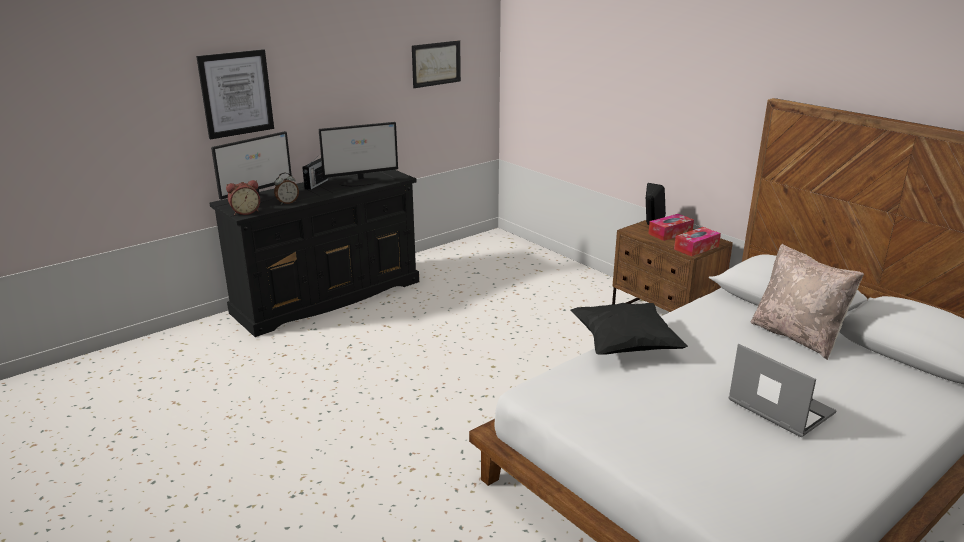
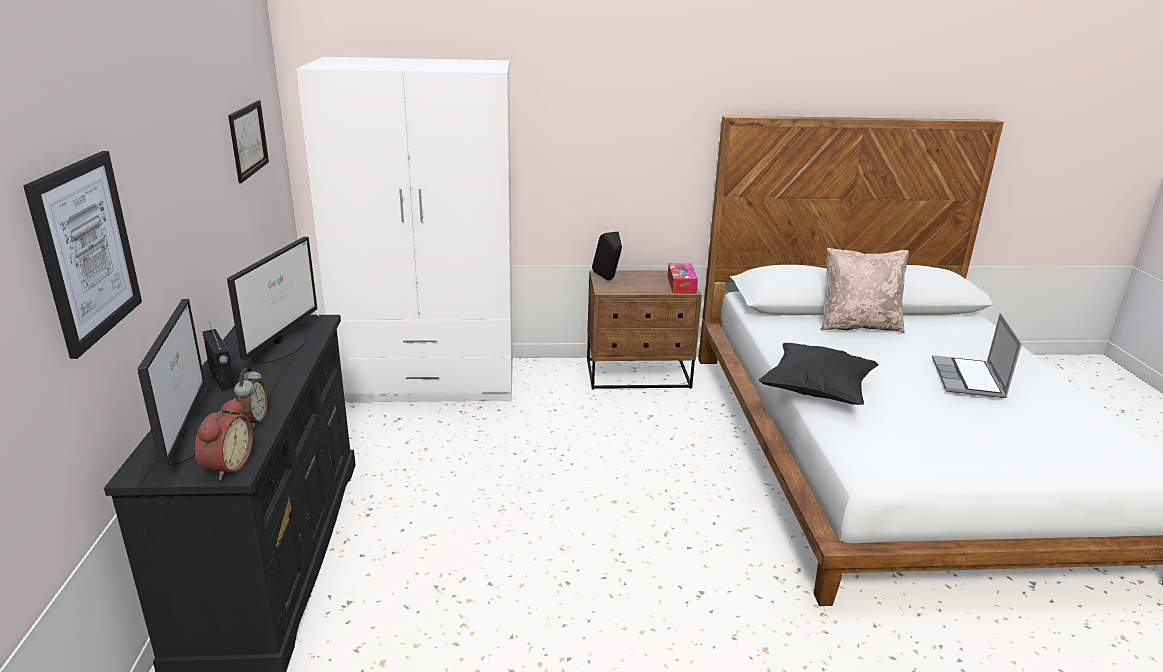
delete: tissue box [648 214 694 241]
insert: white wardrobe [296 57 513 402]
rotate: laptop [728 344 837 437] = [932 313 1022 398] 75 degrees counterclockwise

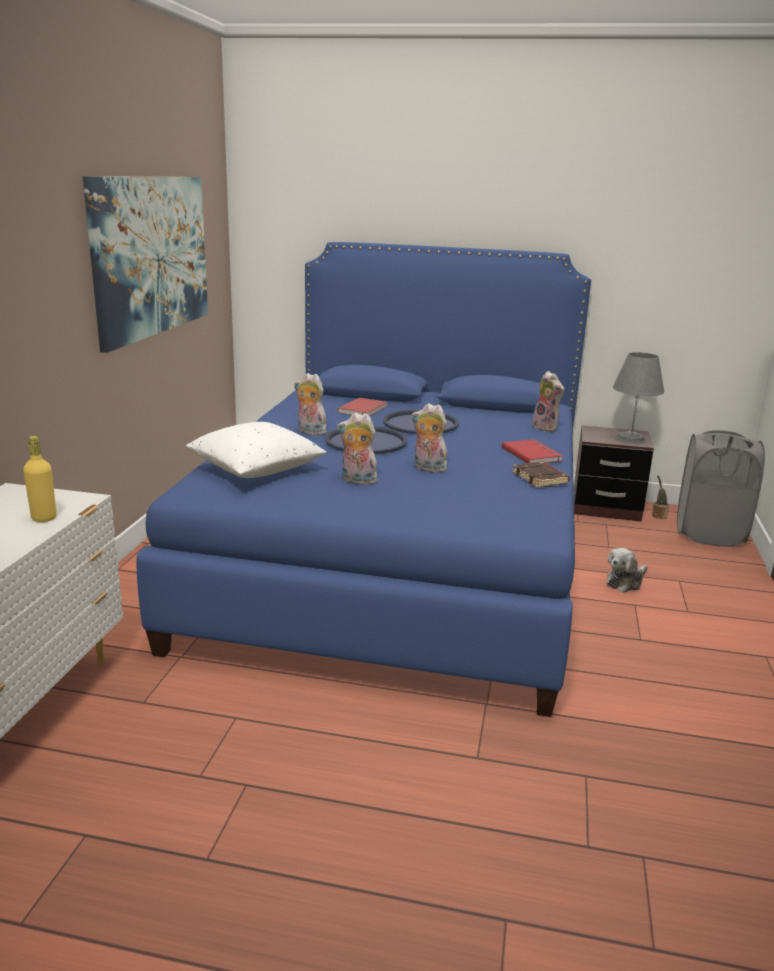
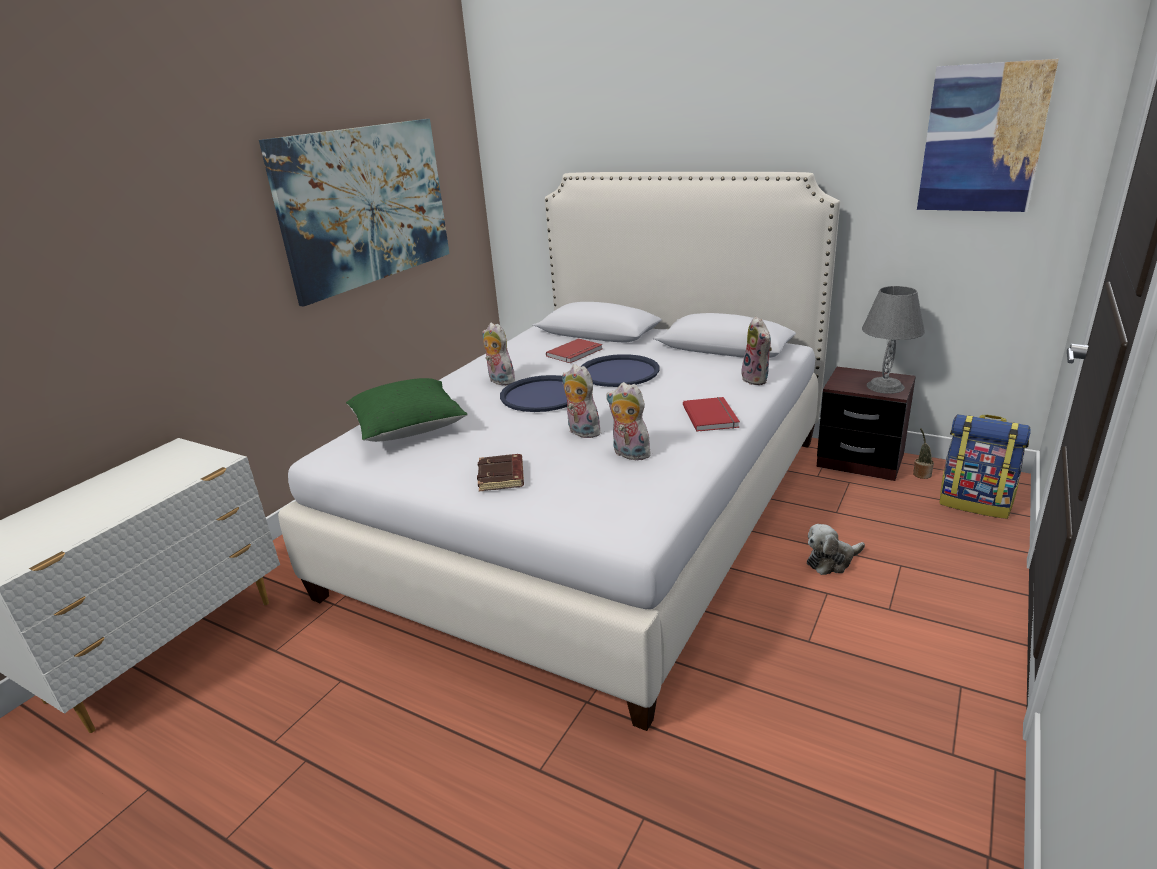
delete: yellow bottle [23 436 57 522]
insert: picture [917 59 1059 212]
move: plush toy [337 413 377 485] to [606 382 651 460]; brown book [512 461 570 488] to [477 454 524 491]
replace: grey laundry basket [677 430 765 547] to backpack [939 414 1031 519]
recolor: blue bed [137 242 591 717] to white bed [278 172 840 731]; white pillow [186 422 326 478] to green pillow [346 378 468 442]

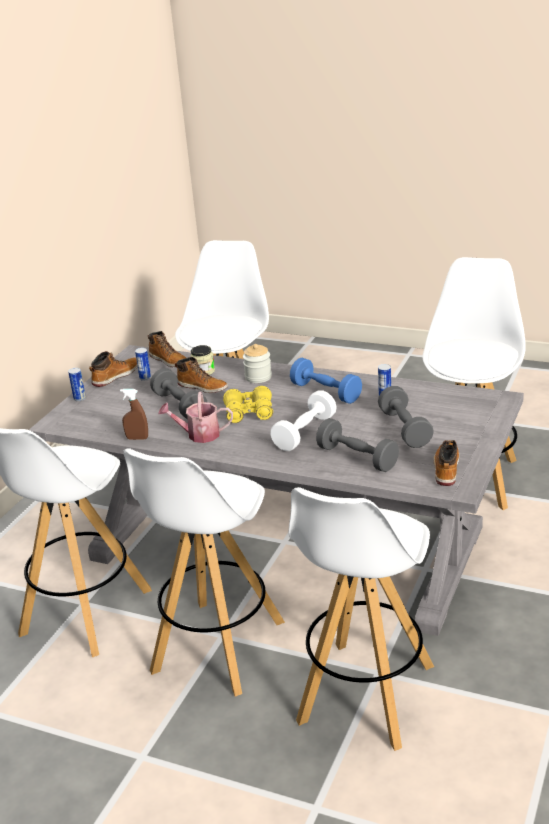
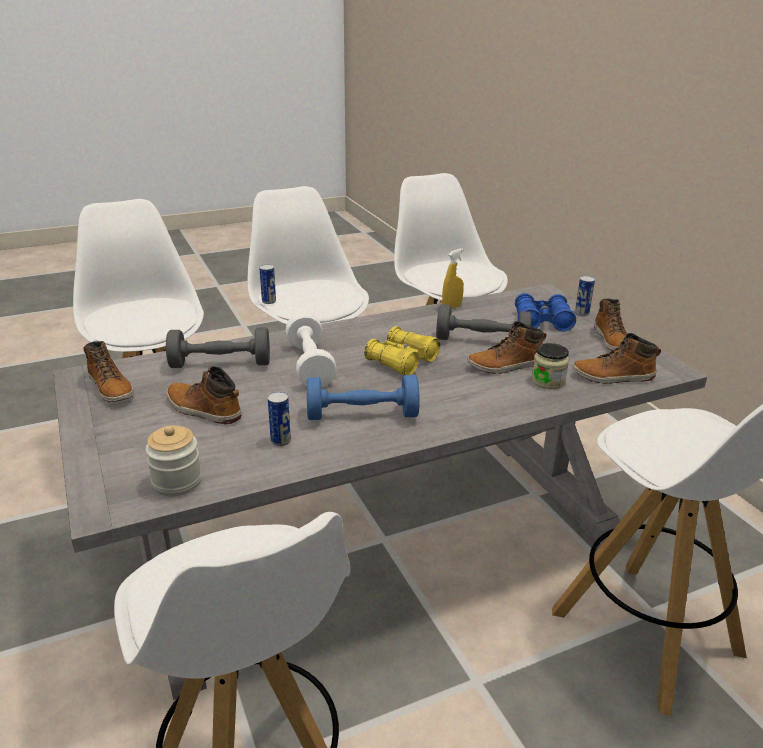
delete: watering can [158 392 233 443]
insert: blue binoculars [515 293 576 331]
move: can [135 348 151 381] to [259 264 276 304]; jar [243 344 272 383] to [145 425 202 496]
replace: grey dumbbell [378 386 434 448] to boot [167 366 242 424]
recolor: brown spray bottle [120 389 148 440] to yellow spray bottle [442 248 464 309]

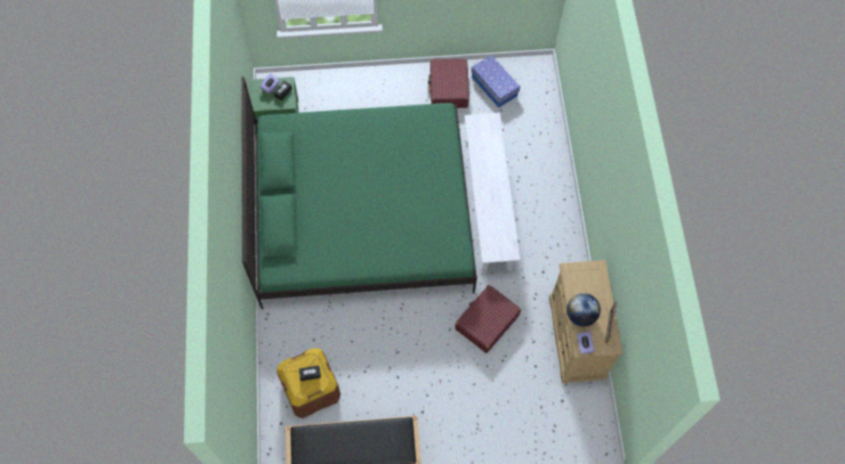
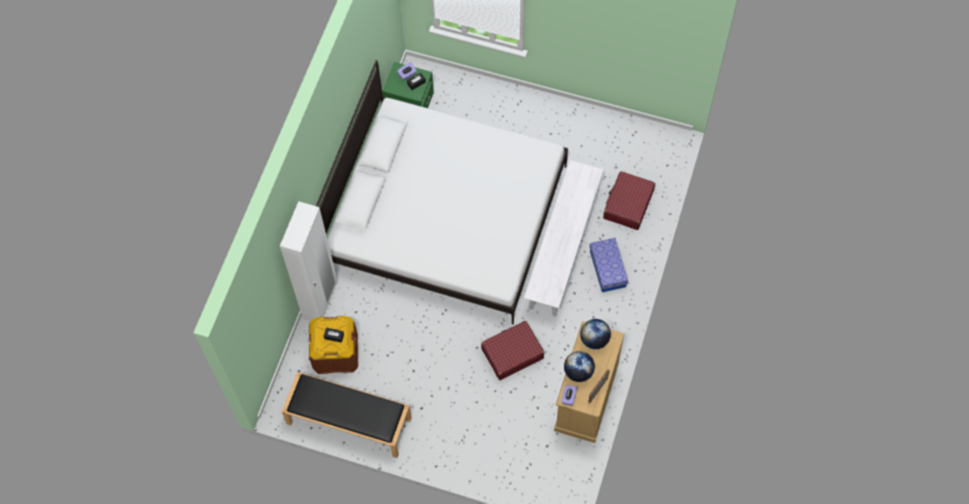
insert: white wardrobe [280 201 338 321]; globe [580 319 611 349]
move: red suitcase [428 59 469 108] to [603 171 655 230]; storage box [471 55 520 108] to [590 238 628 292]
recolor: green bed [242 76 477 309] to white bed [316 60 568 324]

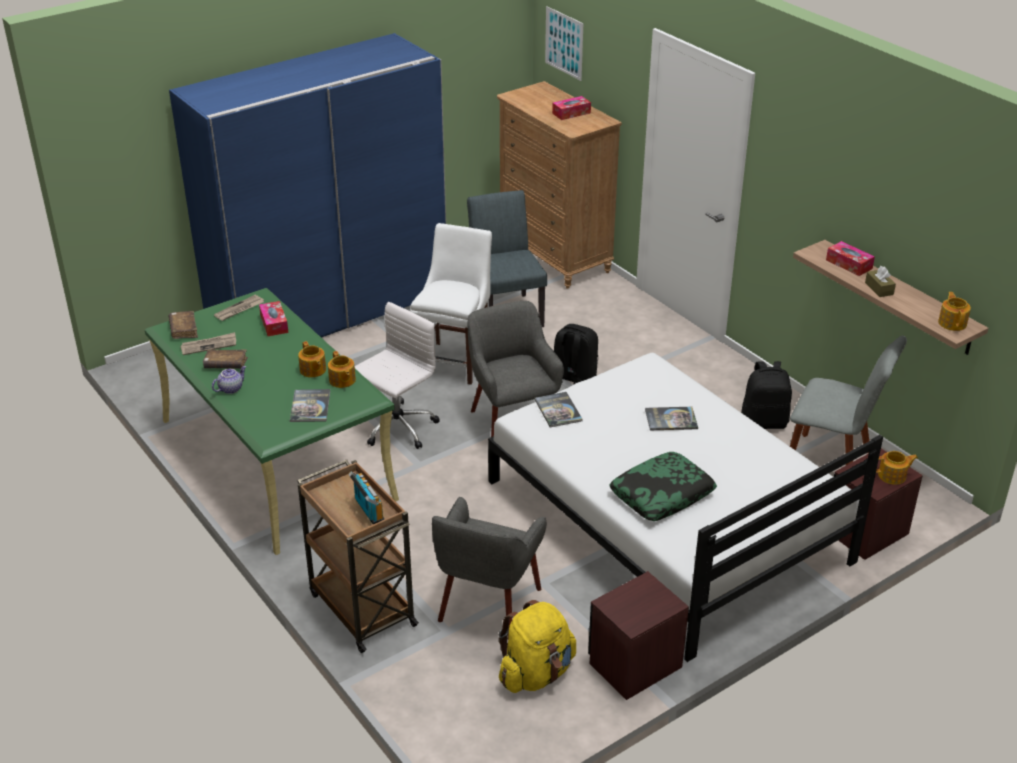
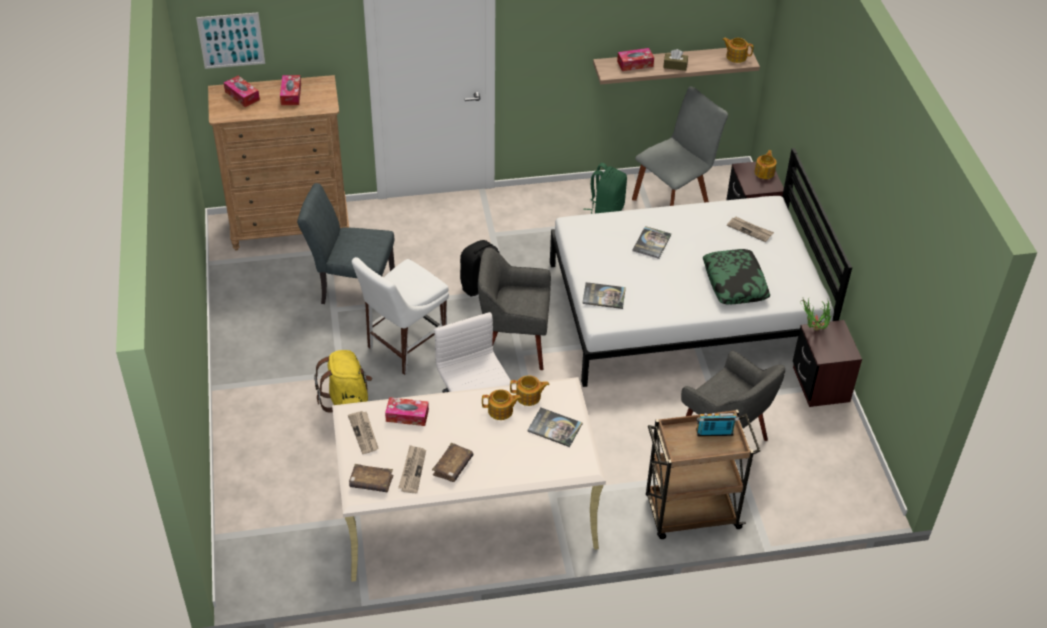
delete: blue wardrobe [169 33 446 338]; teapot [212 366 246 394]
insert: tissue box [224 76 260 107]; newspaper [727 217 774 242]; potted plant [800 299 832 331]
move: yellow backpack [499 600 576 693] to [314 350 372 412]
recolor: green desk [145 288 399 555] to beige desk [332 377 606 582]; black backpack [741 361 792 429] to green backpack [583 163 627 214]
rotate: white chair [410 223 492 385] = [352 257 449 375] 90 degrees counterclockwise

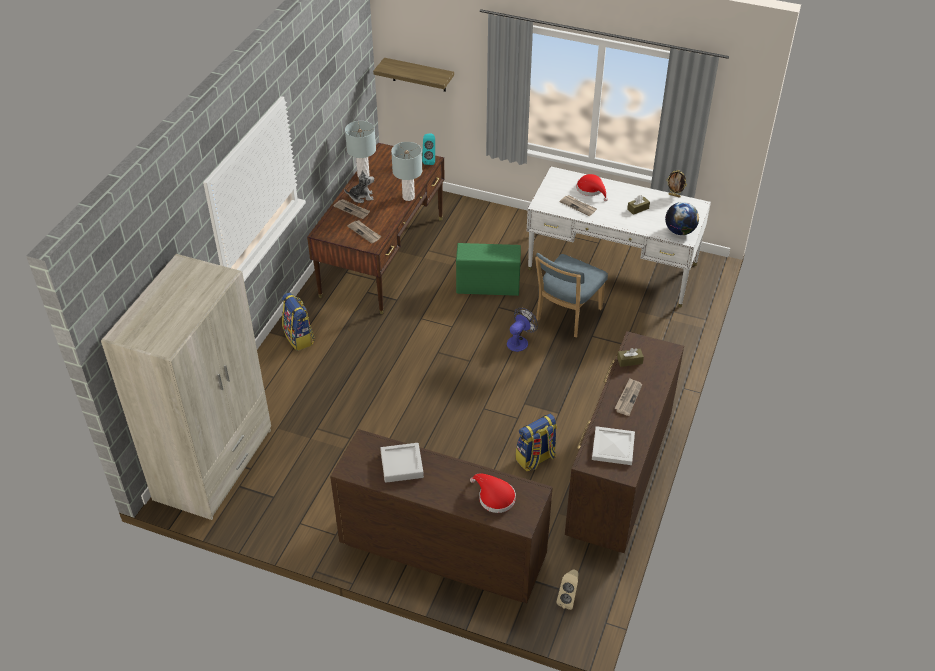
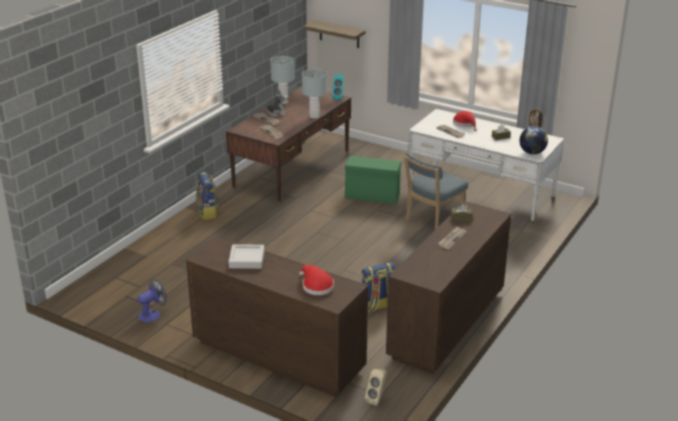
delete: beige wardrobe [101 254 271 520]; white tray [592 426 635 465]
move: fan [507 308 538 352] to [137 279 167 322]

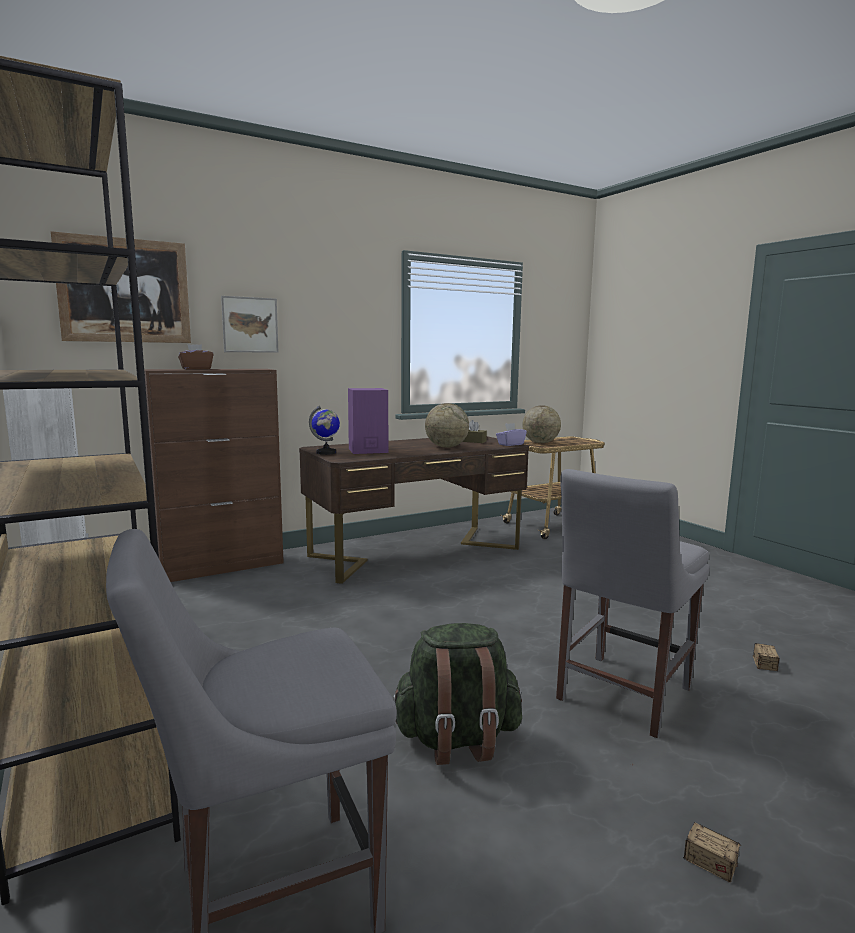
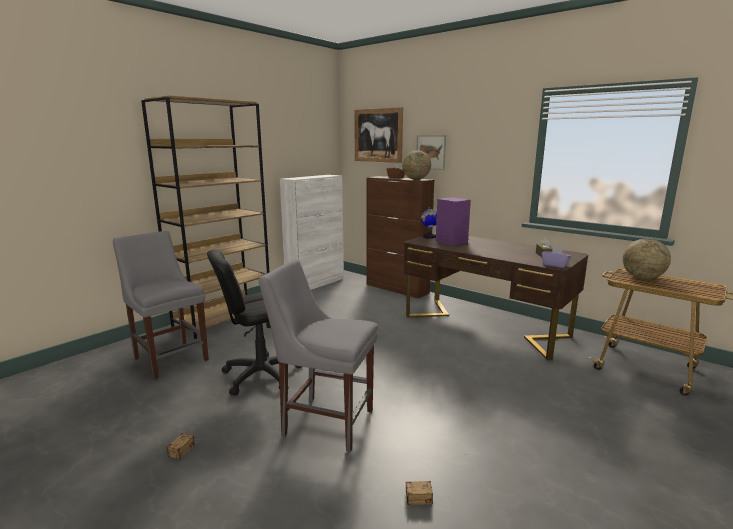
move: globe [425 403 469 448] to [402 150 431 180]
replace: green backpack [393 623 522 765] to black office chair [207 250 301 395]

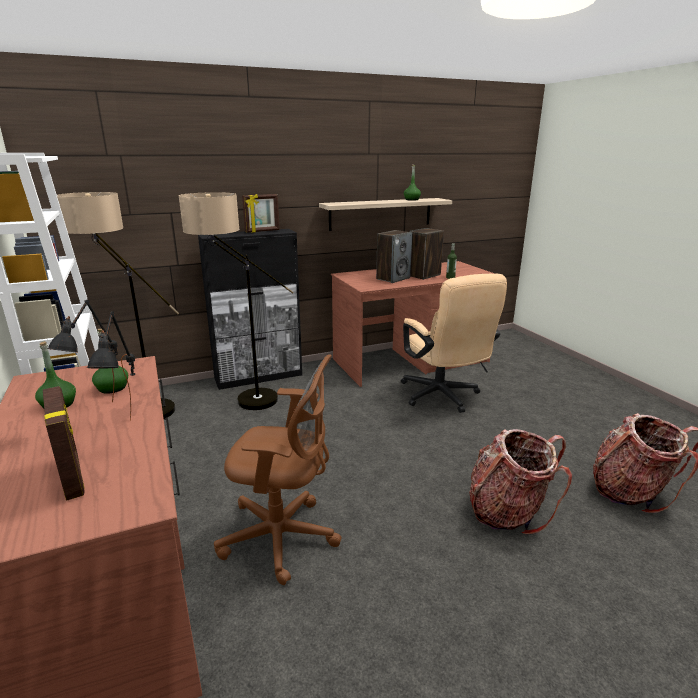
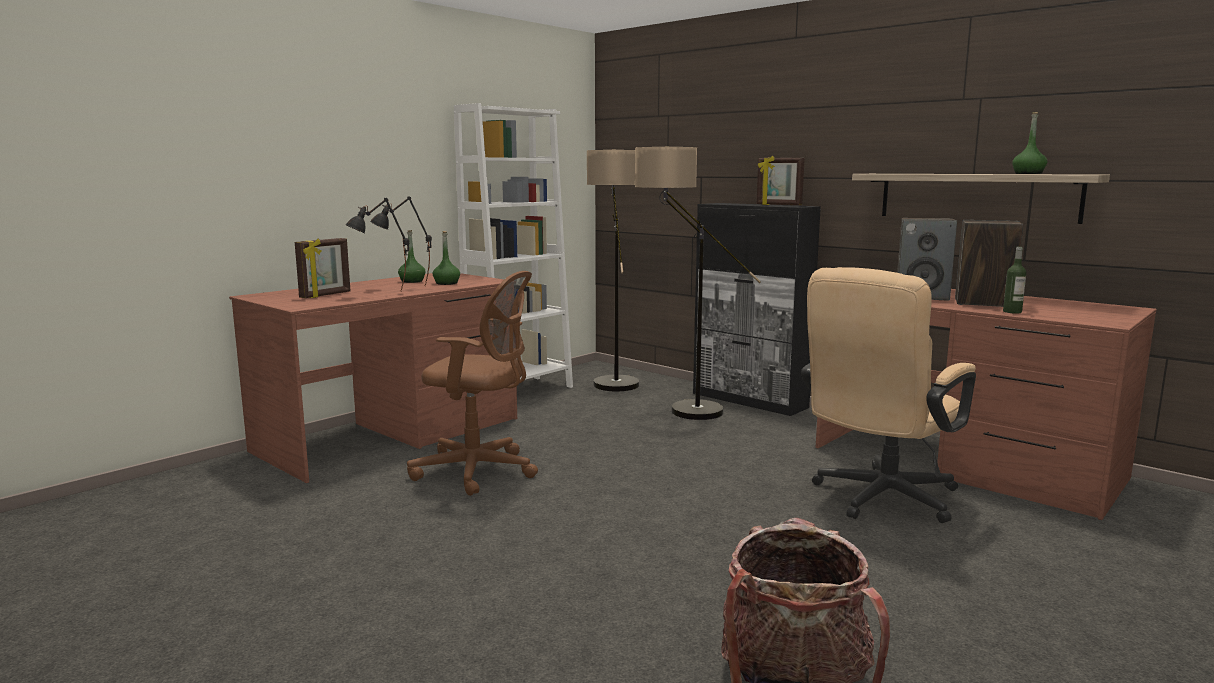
delete: backpack [469 429 572 535]
rotate: brown office chair [214 354 342 585] = [407 271 538 496] 60 degrees counterclockwise

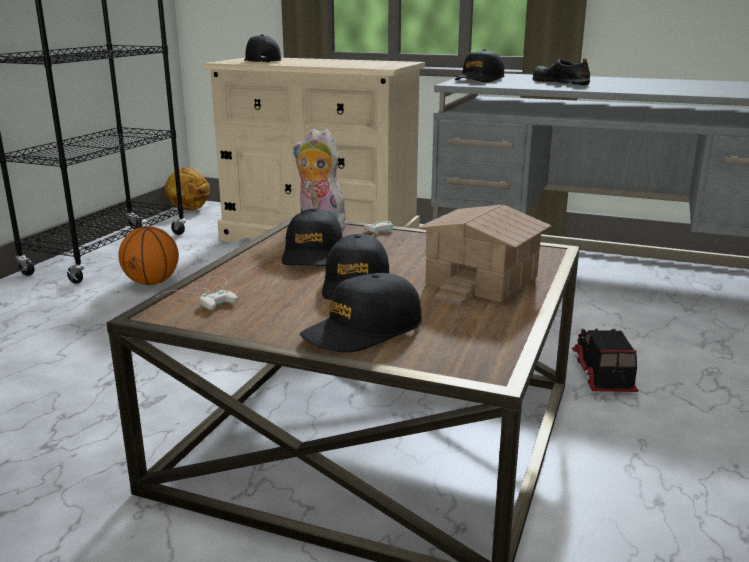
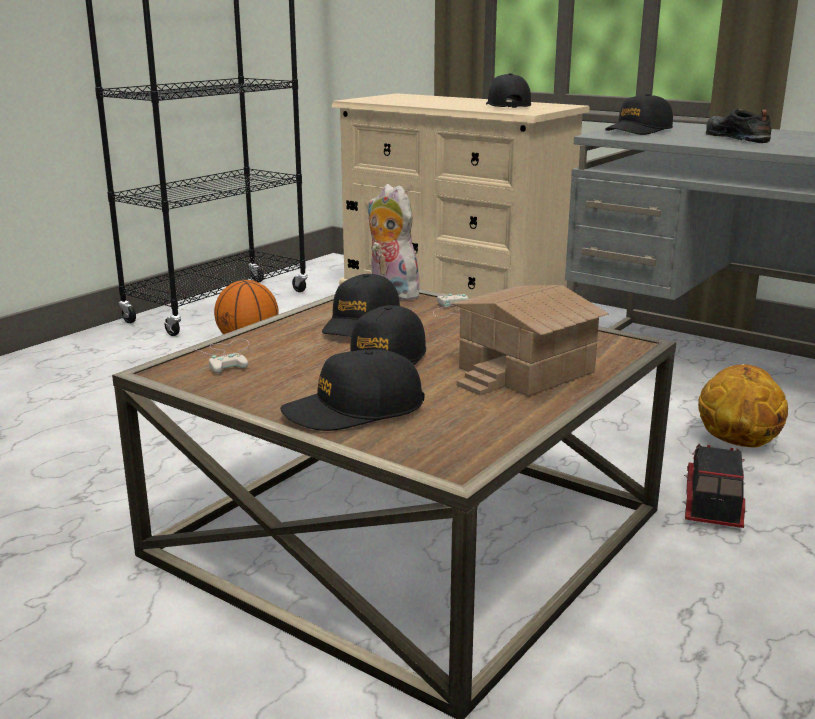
move: basketball [165 167 210 210] to [698 364 788 448]; black cap [244 34 282 62] to [486 73 531 108]

